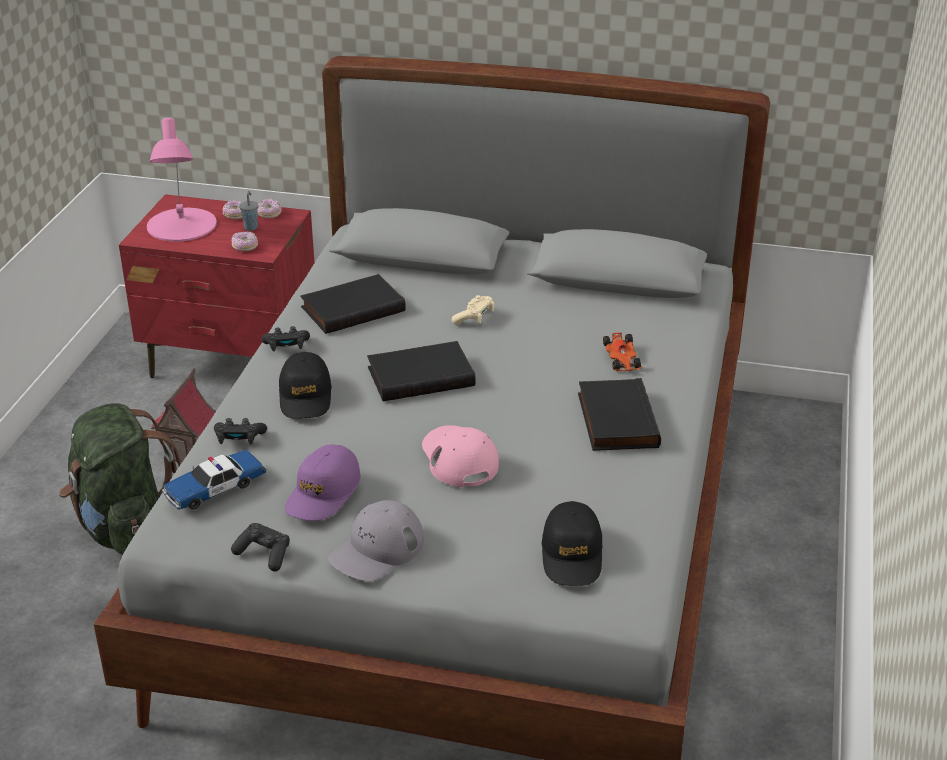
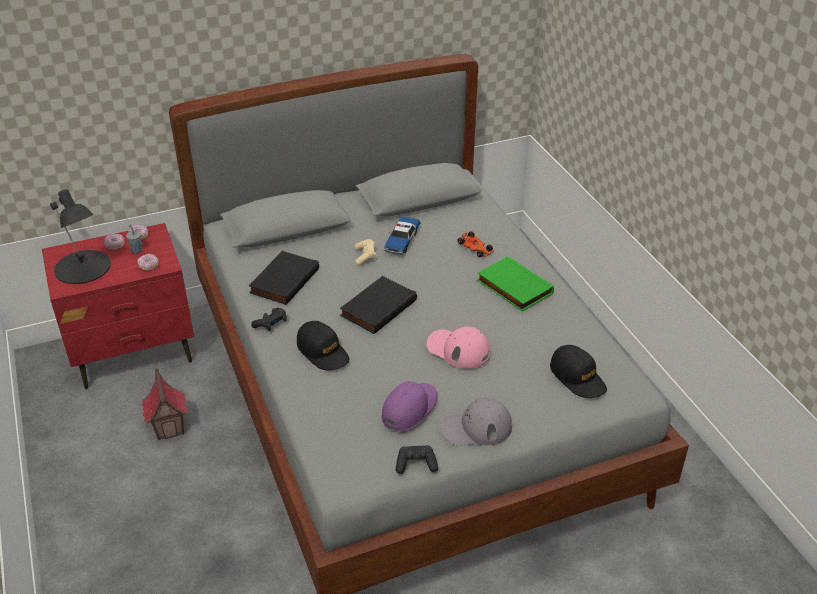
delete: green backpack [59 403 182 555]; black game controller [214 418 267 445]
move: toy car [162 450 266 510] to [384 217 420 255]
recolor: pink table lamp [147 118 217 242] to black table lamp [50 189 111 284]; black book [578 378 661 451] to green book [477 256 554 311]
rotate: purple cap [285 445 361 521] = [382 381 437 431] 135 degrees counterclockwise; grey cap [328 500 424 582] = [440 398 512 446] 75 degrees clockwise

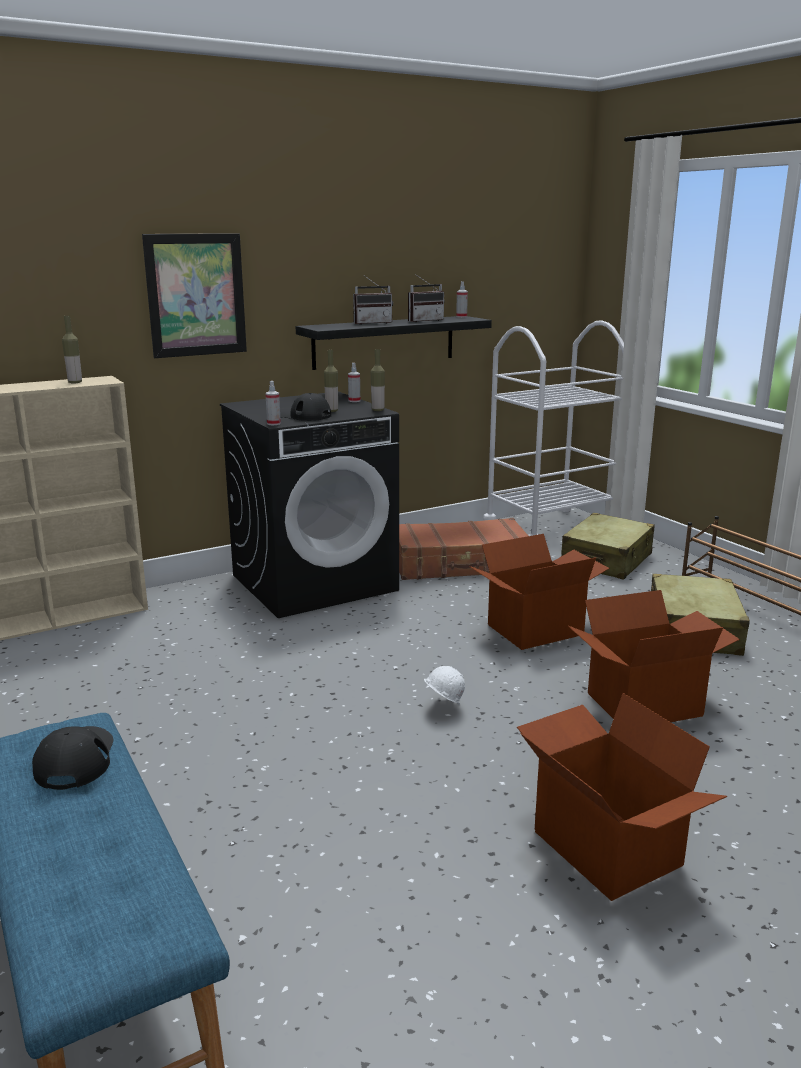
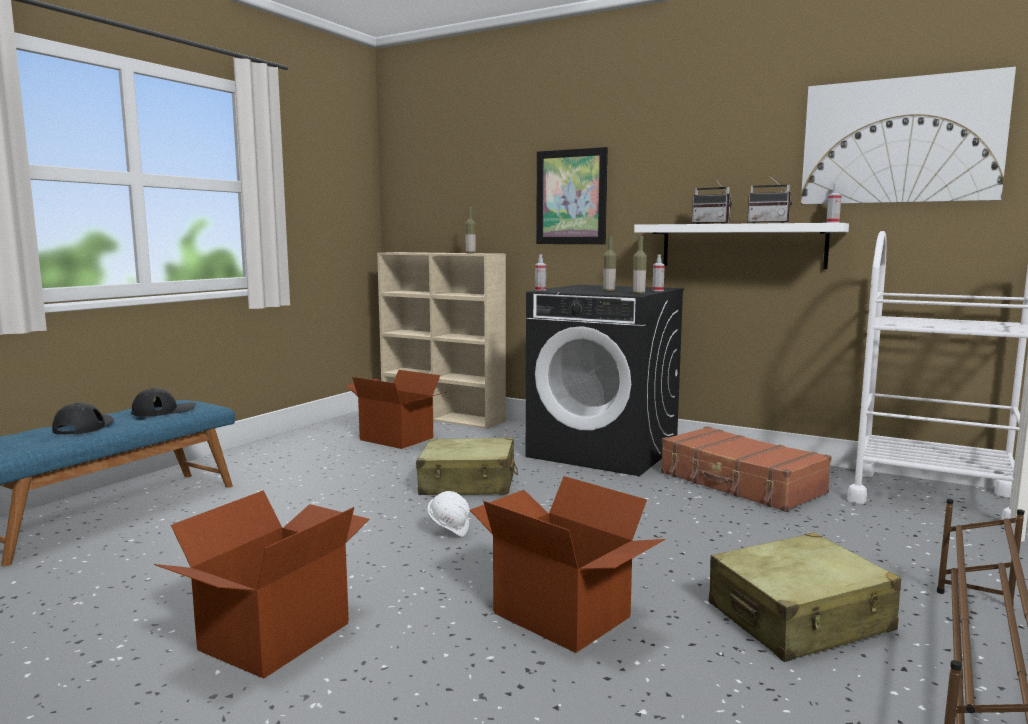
insert: picture [801 67 1016 204]
move: black cap [280 393 331 421] to [52 403 114 434]; cardboard box [469 534 610 650] to [345 370 446 449]; beige suitcase [561 513 655 580] to [416 438 518 495]
recolor: black shelf [296 316 492 370] to white shelf [634 223 849 269]

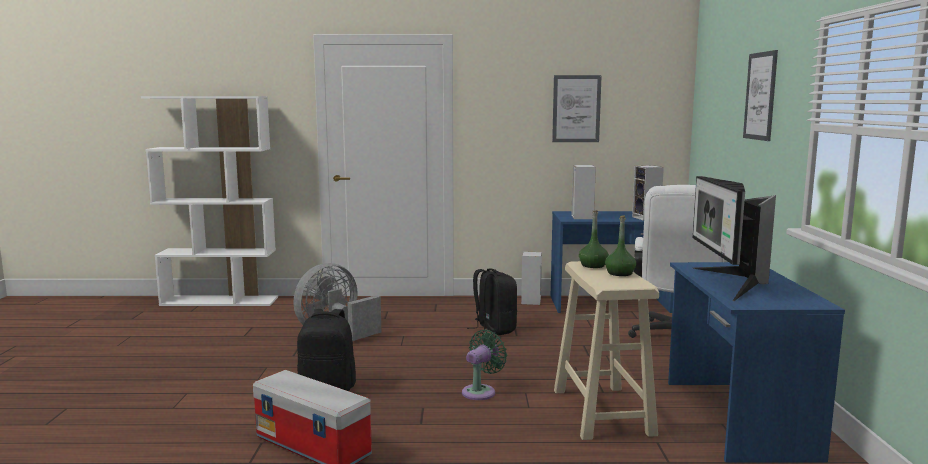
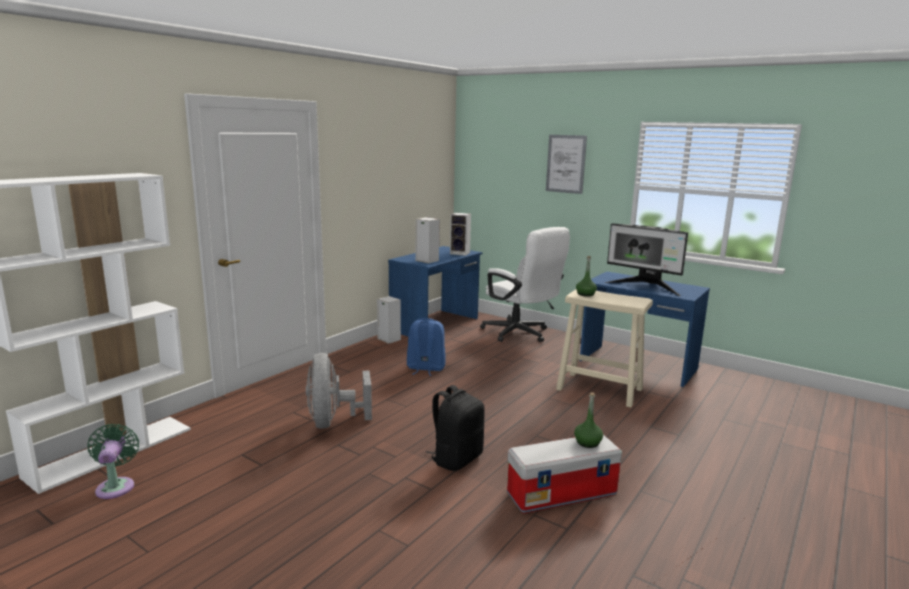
delete: picture [552 75 602 142]
move: green fan [462 329 507 400] to [88 424 139 499]; green bottle [605 215 636 276] to [574 392 603 448]
recolor: black backpack [467 269 517 335] to blue backpack [407 318 445 376]

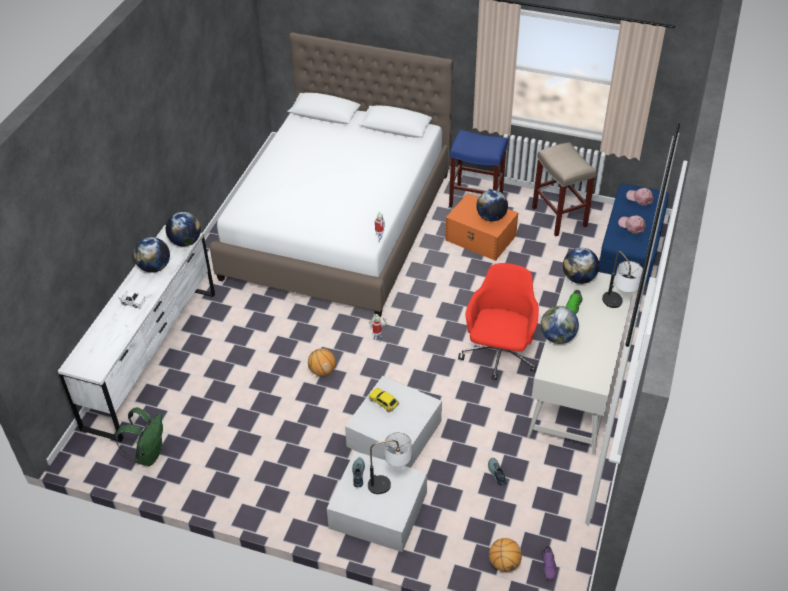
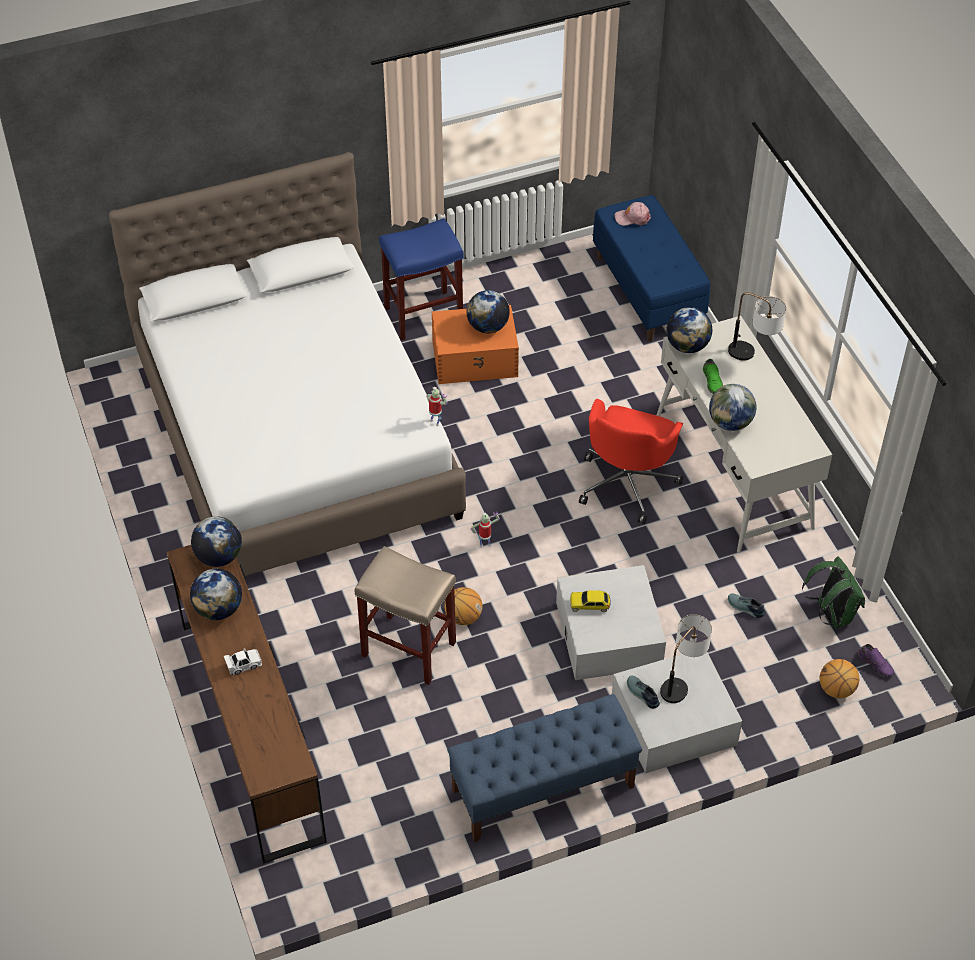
delete: pink cap [618 215 646 234]
insert: blue bench [448 694 642 842]
move: green backpack [116 407 163 466] to [802 556 865 628]; beige stool [532 142 596 236] to [355 546 456 685]
recolor: white dresser [58 225 215 442] to brown dresser [167 545 327 864]
rotate: red office chair [458 263 539 380] = [579 399 683 524] 135 degrees counterclockwise

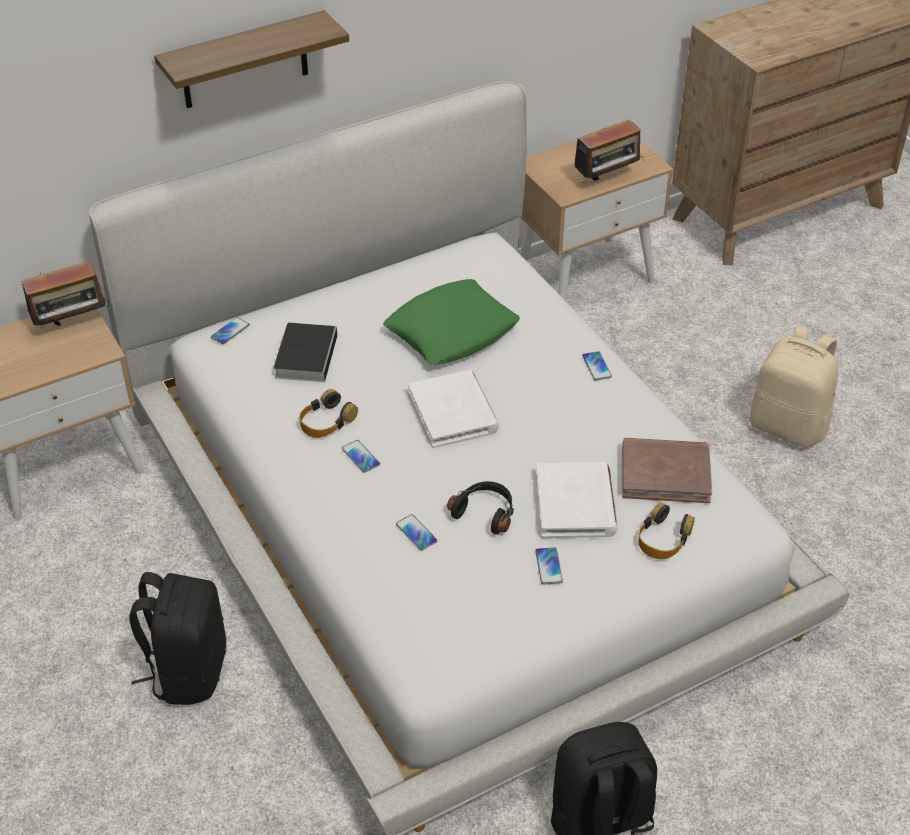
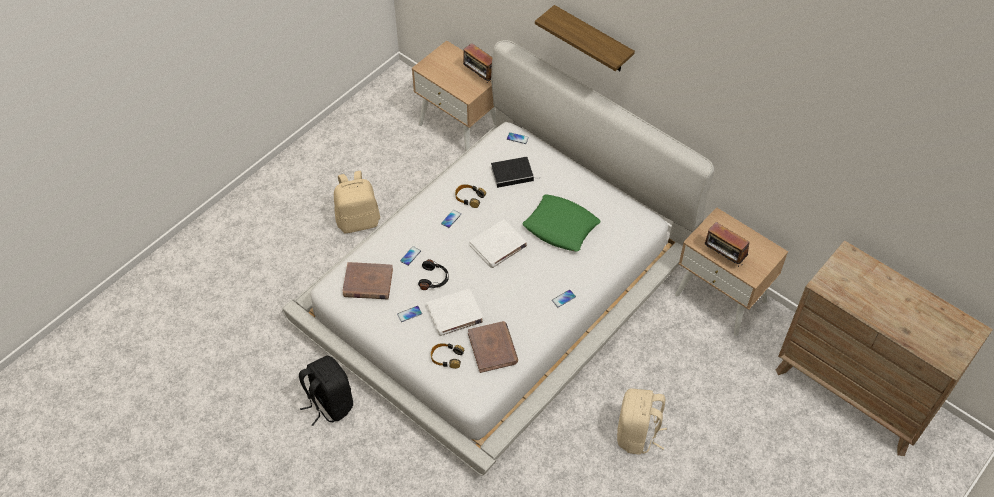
insert: brown book [343 262 393 299]
recolor: black backpack [130 572 226 705] to beige backpack [334 171 380 233]

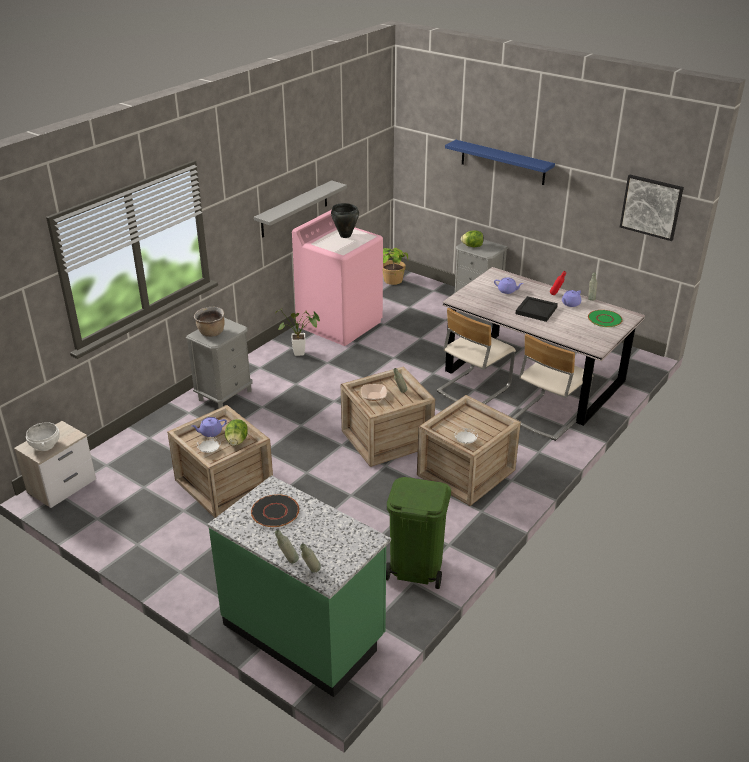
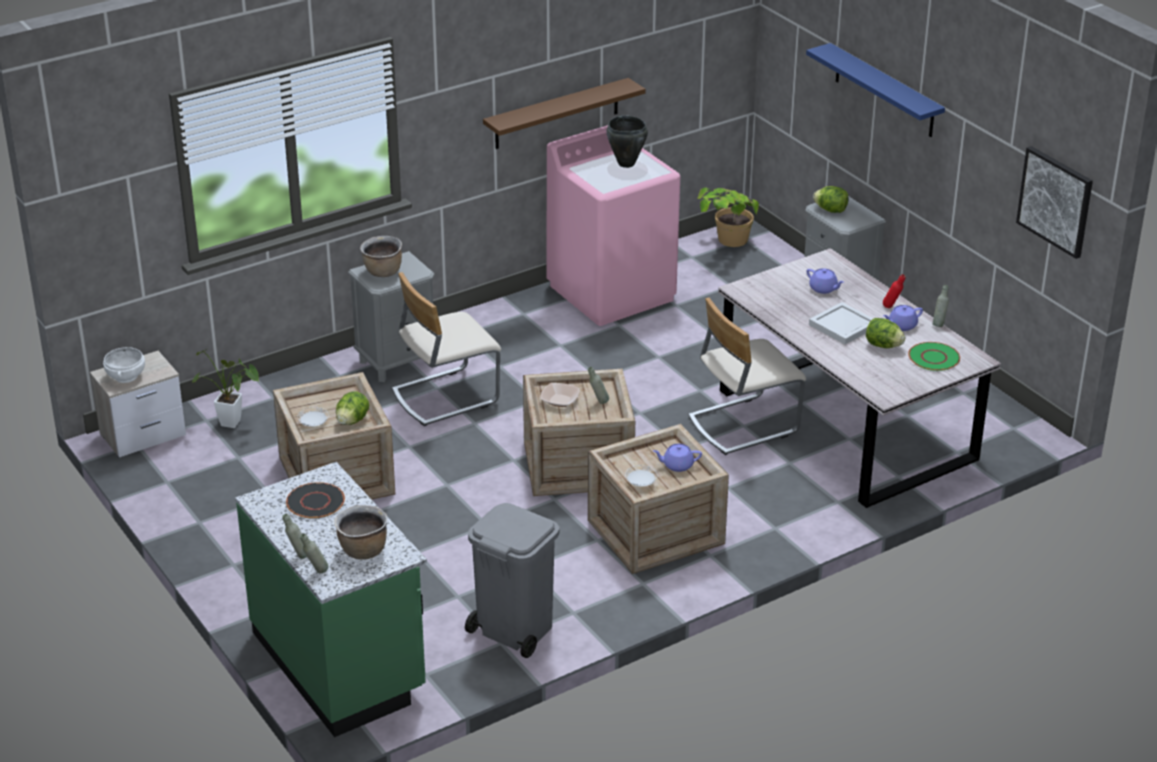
insert: brown cooking pot [334 505 387 560]; lettuce [866 318 905 348]
move: purple teapot [192 417 227 437] to [653 444 702 472]; potted plant [275 309 321 356] to [192 349 260 428]; beige chair [512 334 593 441] to [392 272 501 426]
recolor: grey shelf [254 180 347 238] to brown shelf [483 78 646 149]; green trash can [386 477 451 589] to grey trash can [465 503 560 658]; black tray [516 296 558 322] to white tray [809 302 874 344]

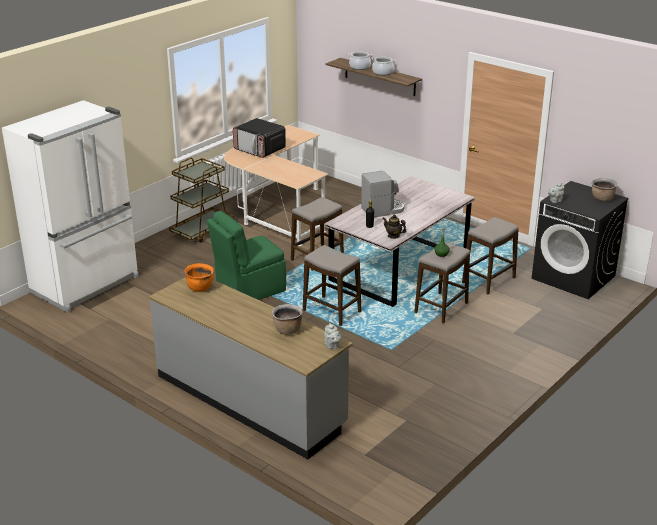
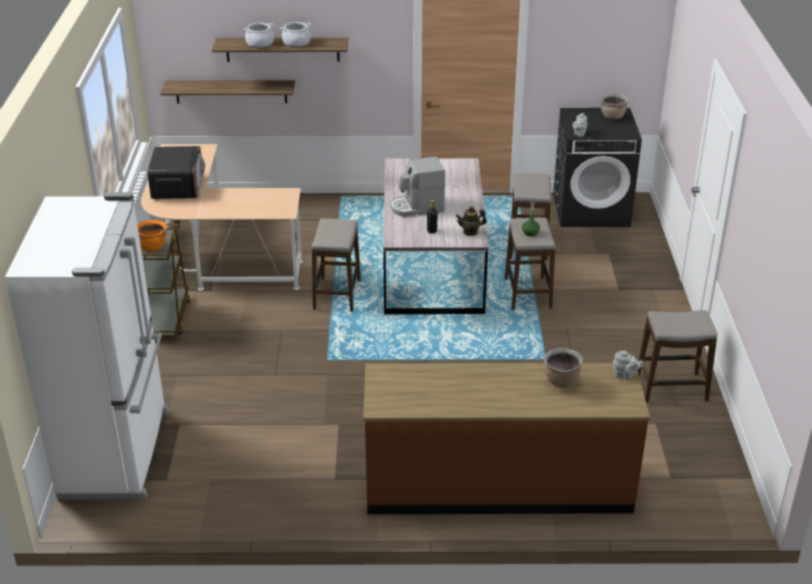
delete: green chair [207 211 286 300]
insert: shelf [160 80 295 104]
move: orange cooking pot [185 263 214 292] to [137 220 167 252]; stool [303 245 361 326] to [637 310 717 403]
recolor: grey counter [149 277 352 459] to brown counter [363 363 650 514]
rotate: microwave [233 118 286 158] = [148 146 205 199] 90 degrees counterclockwise; coffee machine [361 171 405 217] = [391 156 445 217] 135 degrees counterclockwise

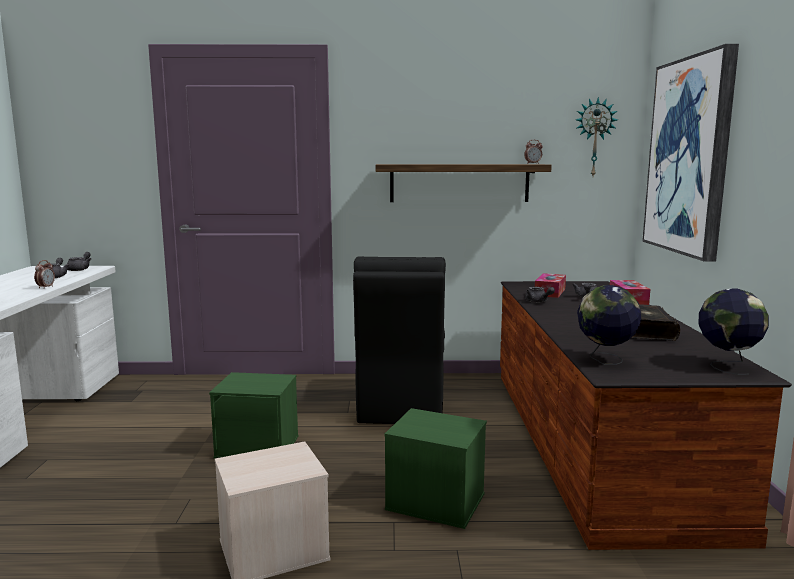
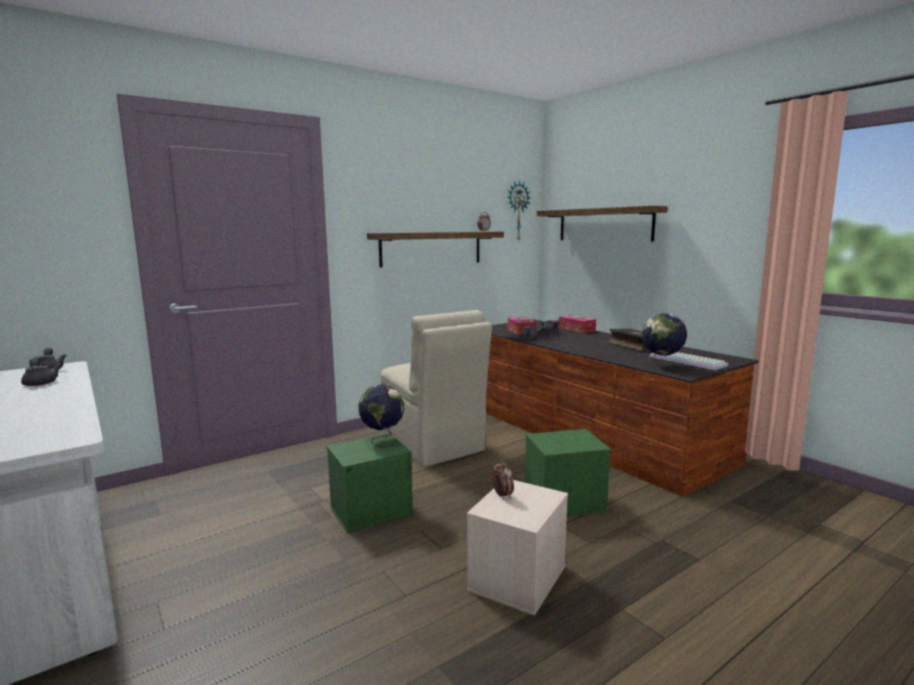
insert: keyboard [649 352 728 370]
move: alarm clock [34 260 55 289] to [493 461 514 499]; globe [698 289 769 375] to [358 384 404 447]
replace: picture [642 44 739 261] to shelf [537 206 668 241]
recolor: black chair [353 256 446 424] to beige chair [380 310 492 467]

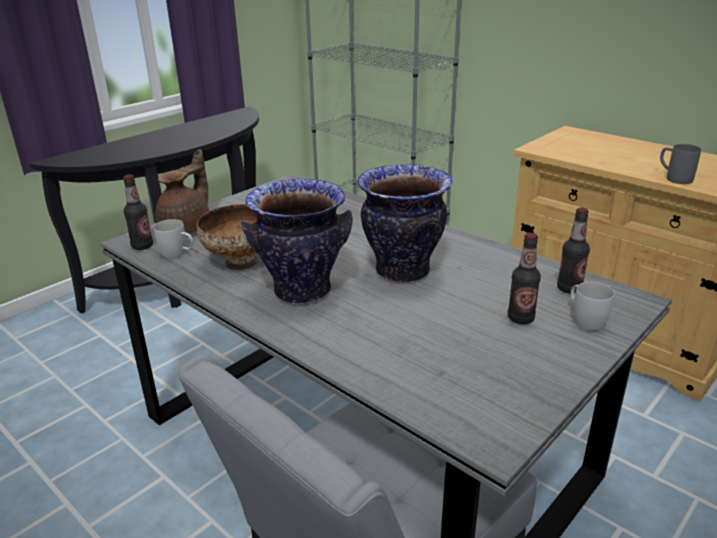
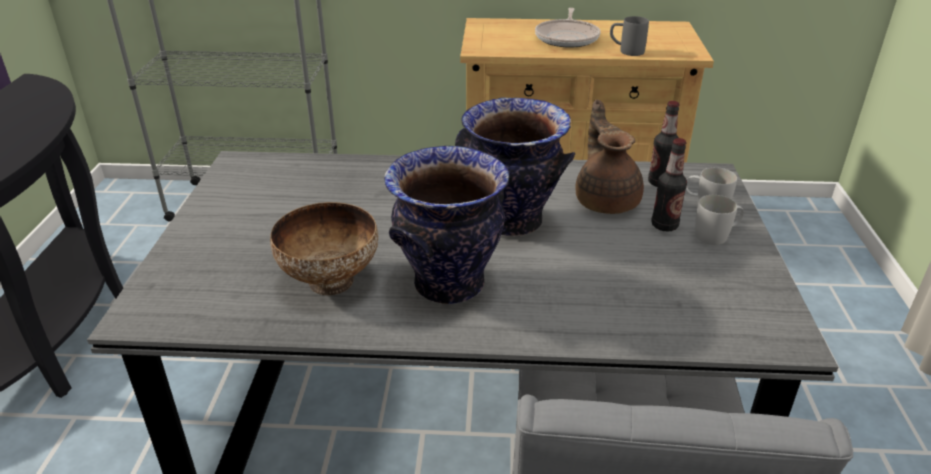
delete: bottle [123 174 153 250]
insert: frying pan [535 8 601 48]
move: white mug [153 219 194 258] to [695 195 744 245]; brown teapot [155 149 209 233] to [575 99 644 214]

